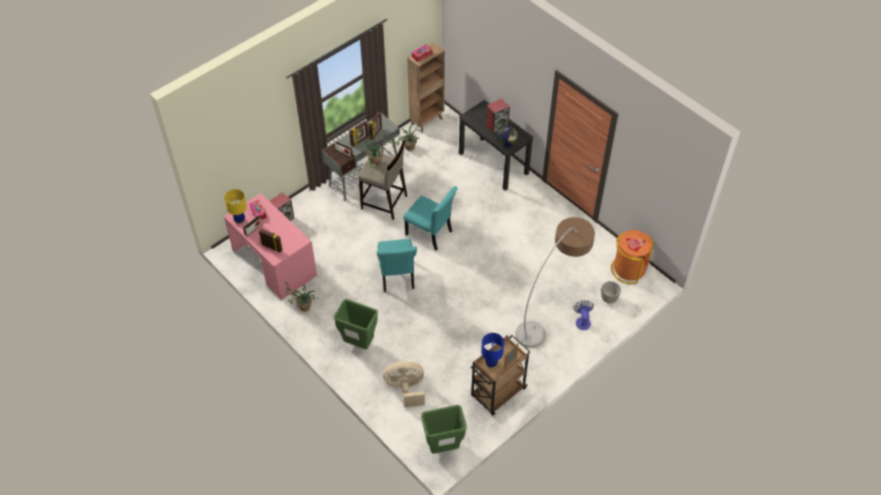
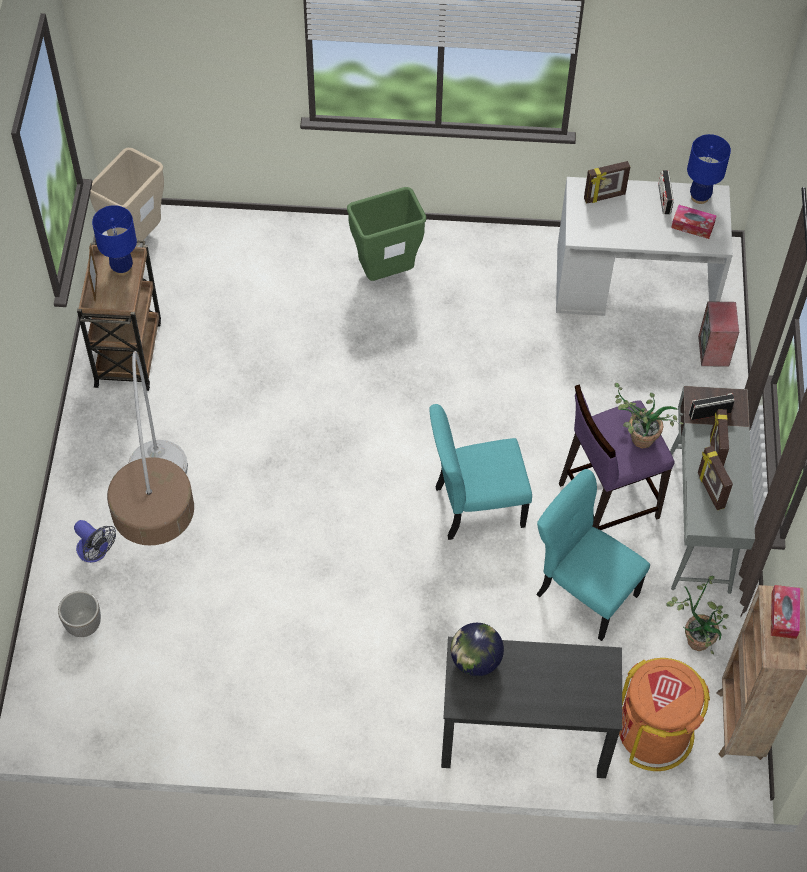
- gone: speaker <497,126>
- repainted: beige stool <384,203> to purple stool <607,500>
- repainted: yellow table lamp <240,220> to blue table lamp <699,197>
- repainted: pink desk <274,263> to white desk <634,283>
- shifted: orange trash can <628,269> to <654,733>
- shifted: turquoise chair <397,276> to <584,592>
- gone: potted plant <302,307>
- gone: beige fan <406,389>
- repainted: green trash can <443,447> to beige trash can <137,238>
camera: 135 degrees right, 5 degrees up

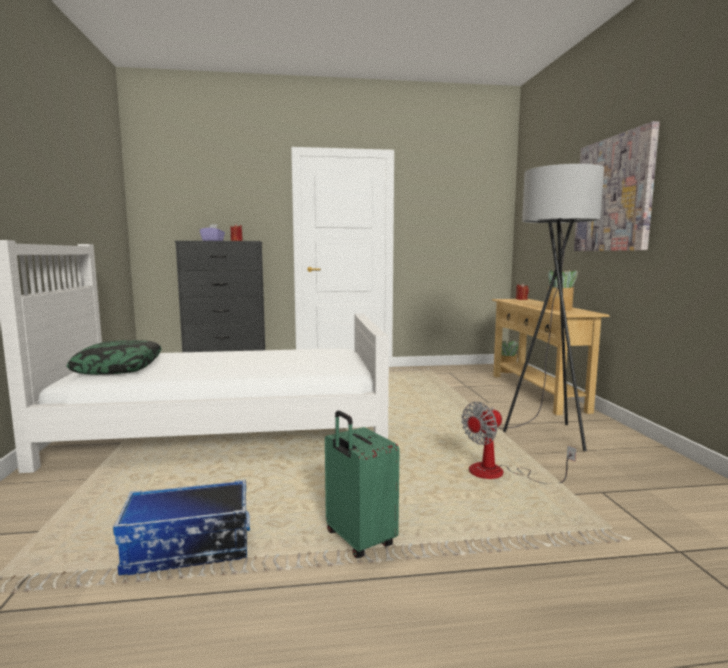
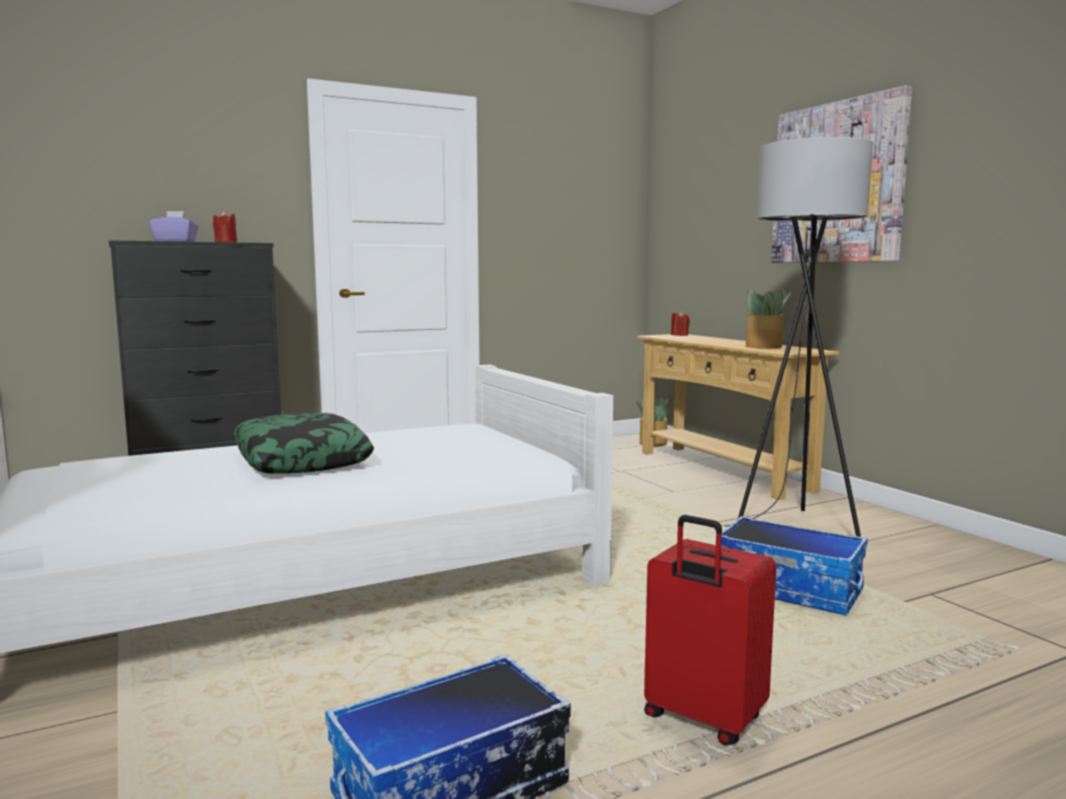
- shifted: pillow <119,367> to <302,460>
- swapped: fan <499,474> to storage box <789,590>
- repainted: green suitcase <358,540> to red suitcase <702,719>
camera: 20 degrees left, 0 degrees up

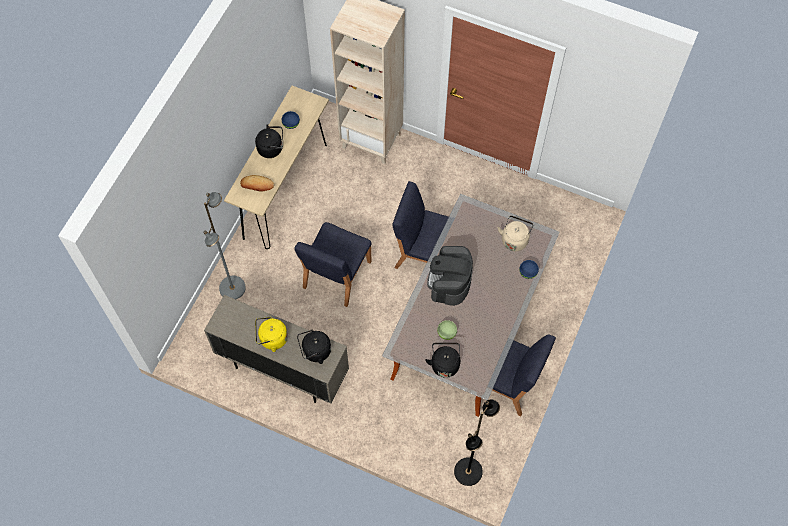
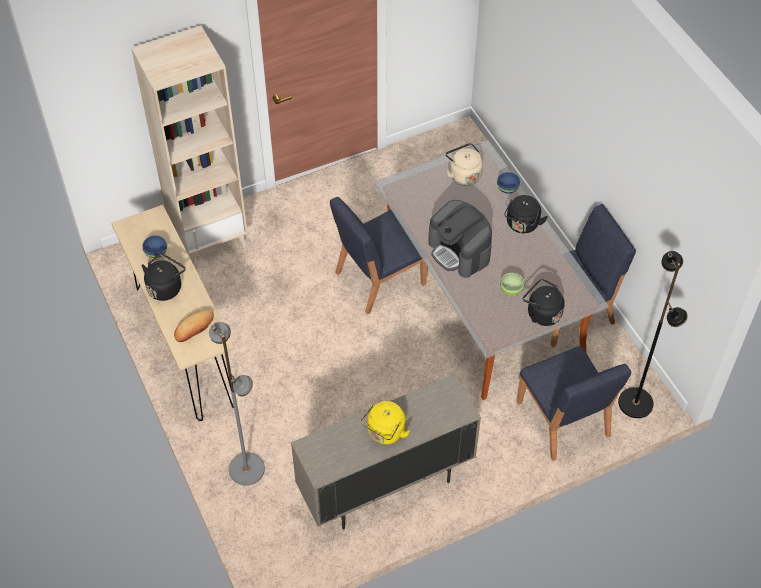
- shifted: blue chair <336,275> to <563,420>
- shifted: black kettle <315,351> to <522,225>
camera: 50 degrees left, 10 degrees down

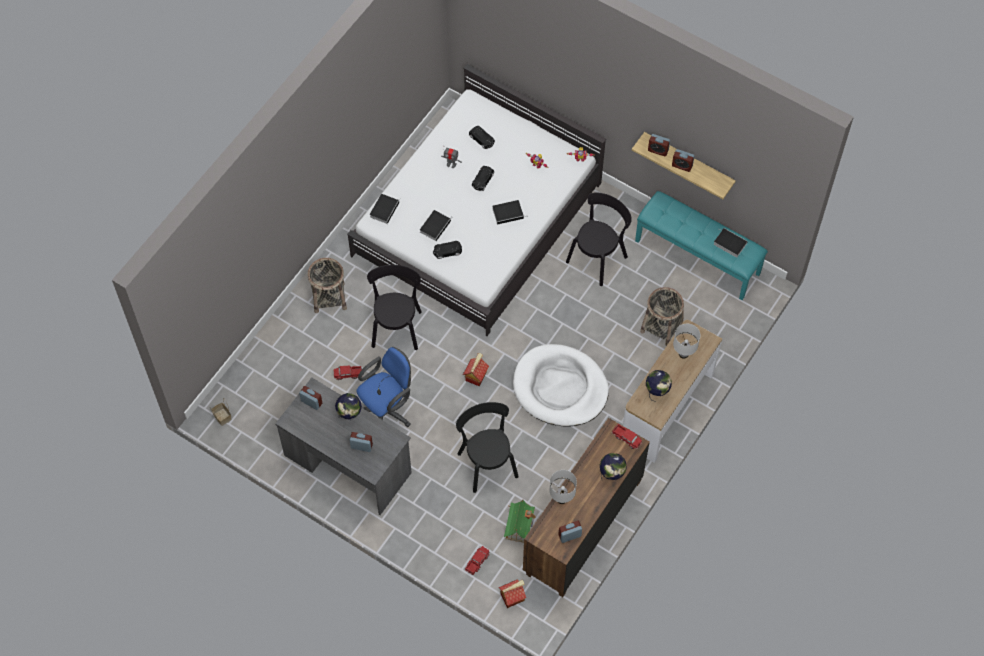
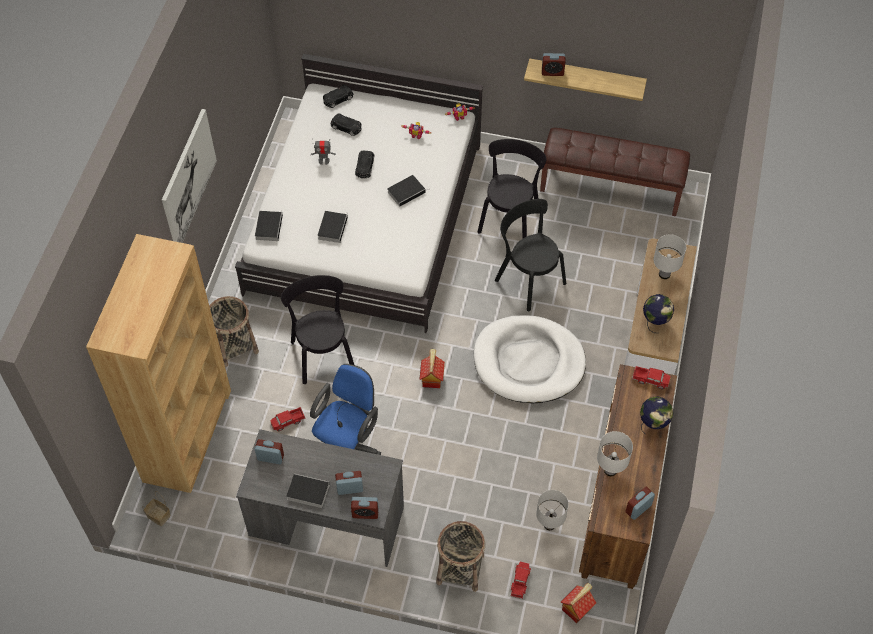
- shifted: alarm clock <682,165> to <365,513>
- repainted: turquoise bench <698,256> to brown bench <611,187>
- shifted: book <729,243> to <306,492>
- shifted: black toy car <447,251> to <337,99>
- shifted: basket <661,327> to <460,568>
- gone: globe <349,414>
- shifted: black chair <487,462> to <528,279>
- swapped: toy house <519,525> to white table lamp <549,525>
- new: picture <188,179>
- new: brown bookcase <187,435>
camera: 20 degrees left, 5 degrees down

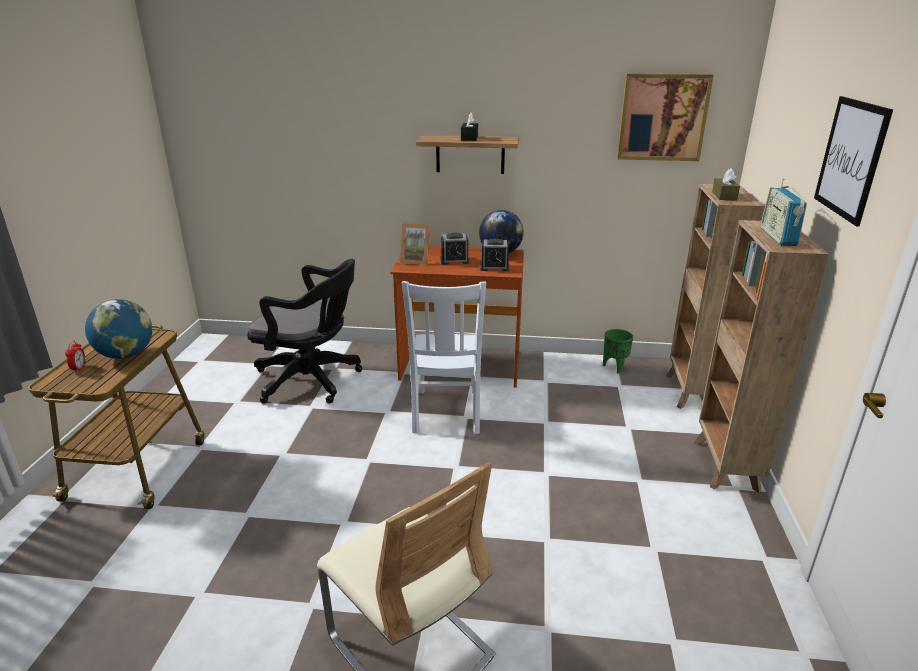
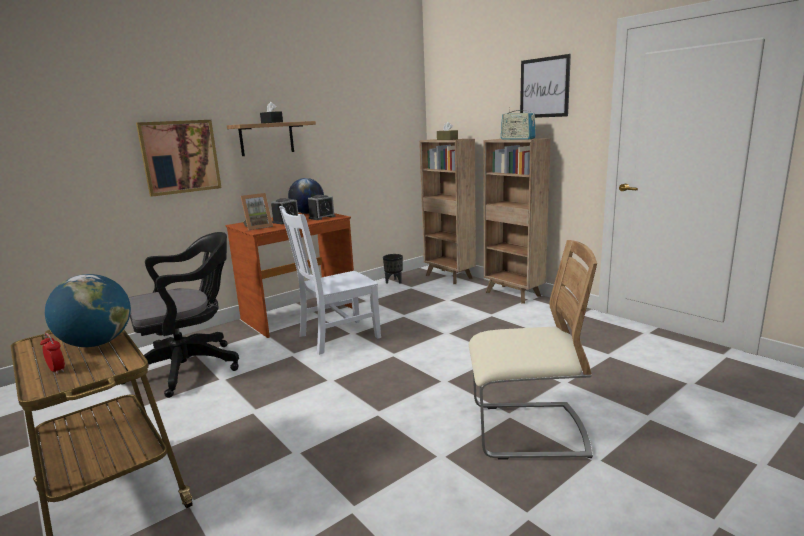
- shifted: picture <662,117> to <180,157>
- rotated: white chair <446,413> = <336,337> 105 degrees clockwise
- repainted: green planter <615,367> to black planter <394,281>
camera: 45 degrees left, 10 degrees down

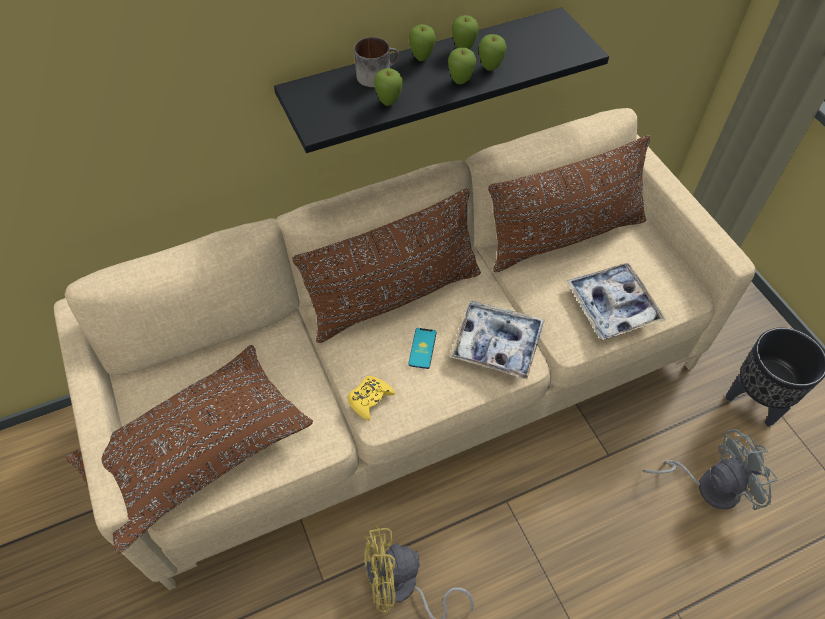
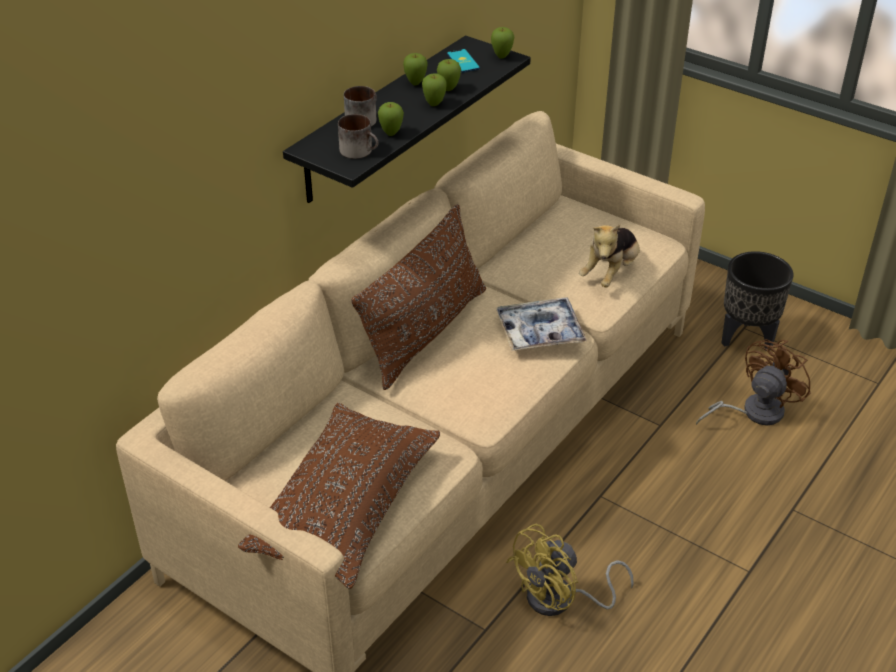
- shifted: apple <421,58> to <502,56>
- gone: brown pillow <564,237>
- swapped: tray <612,306> to plush toy <610,272>
- shifted: phone <422,348> to <463,61>
- gone: yellow game controller <370,399>
- repainted: grey fan <708,485> to brown fan <753,412>
- new: mug <360,151>
camera: 30 degrees left, 15 degrees down

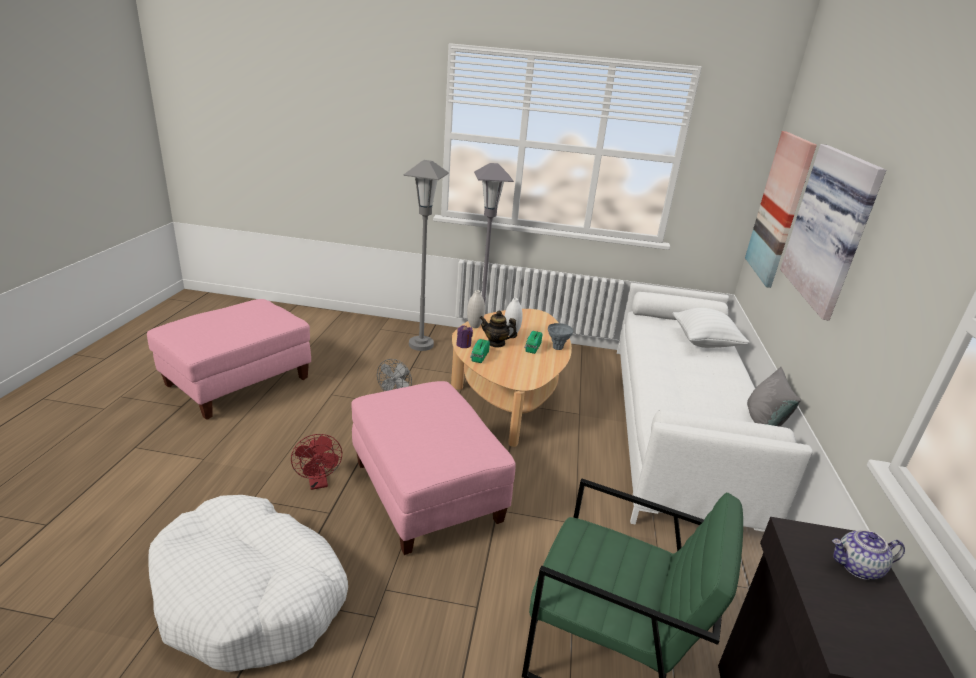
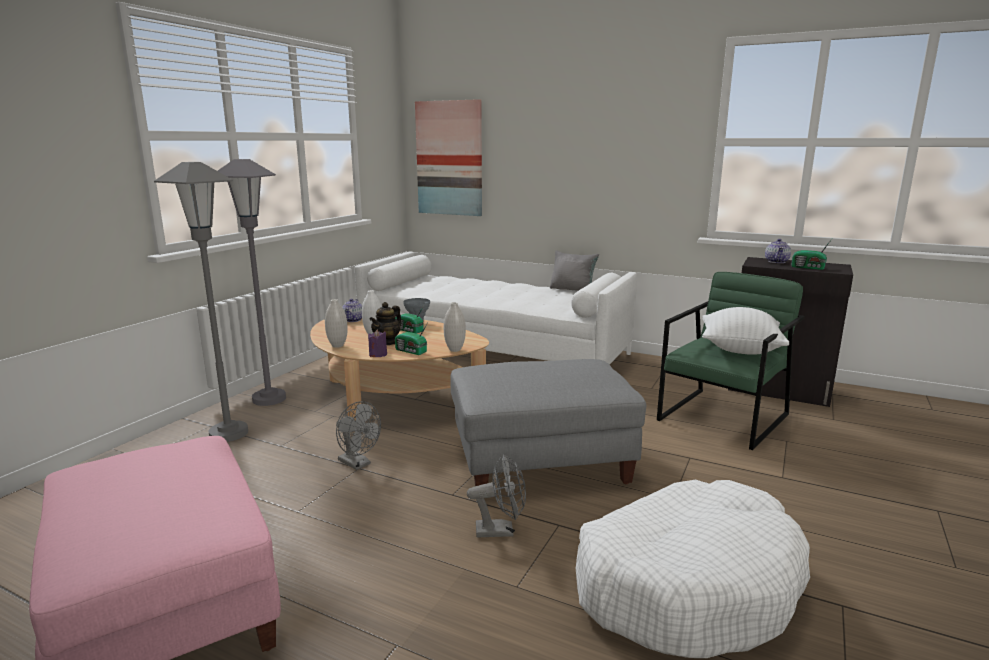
- gone: picture <833,228>
- shifted: white pillow <705,342> to <740,349>
- repainted: pink ottoman <427,492> to grey ottoman <540,463>
- repainted: red fan <318,483> to grey fan <501,530>
- new: radio <808,268>
- new: teapot <353,320>
- new: white vase <455,350>
camera: 70 degrees left, 10 degrees down

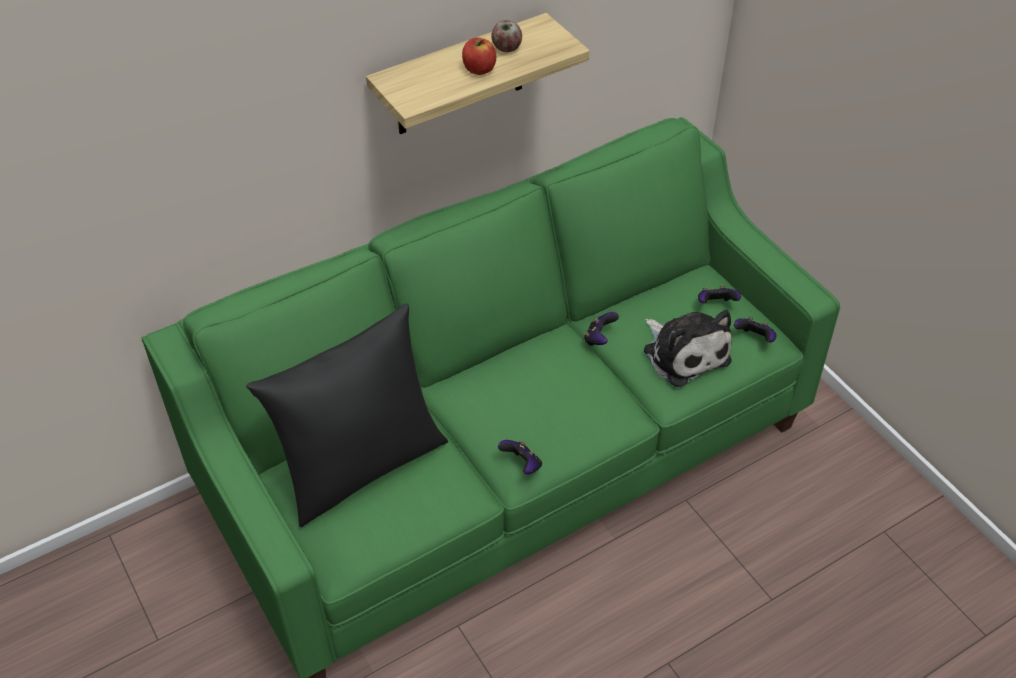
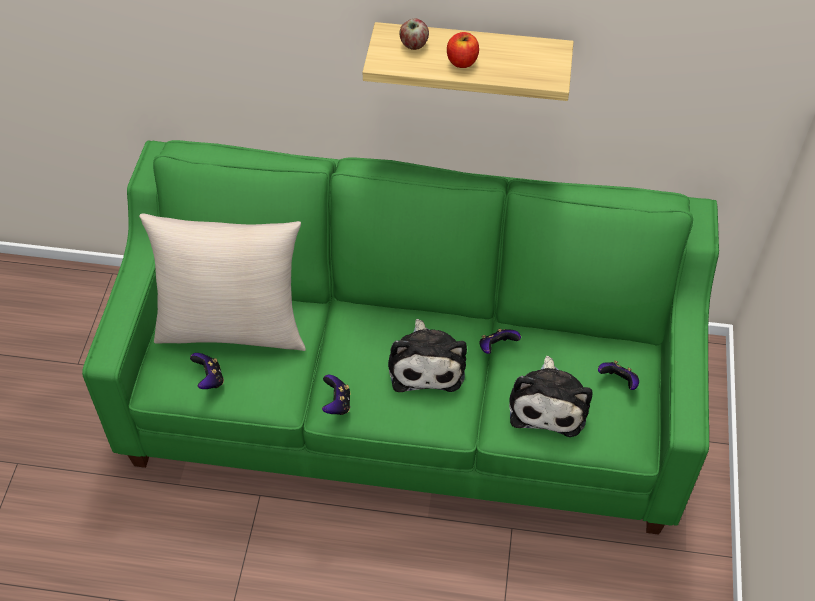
- shifted: apple <506,48> to <413,45>
- repainted: black pillow <361,465> to beige pillow <233,327>
- shifted: game controller <754,338> to <209,379>
- new: plush toy <426,363>
camera: 40 degrees right, 5 degrees up

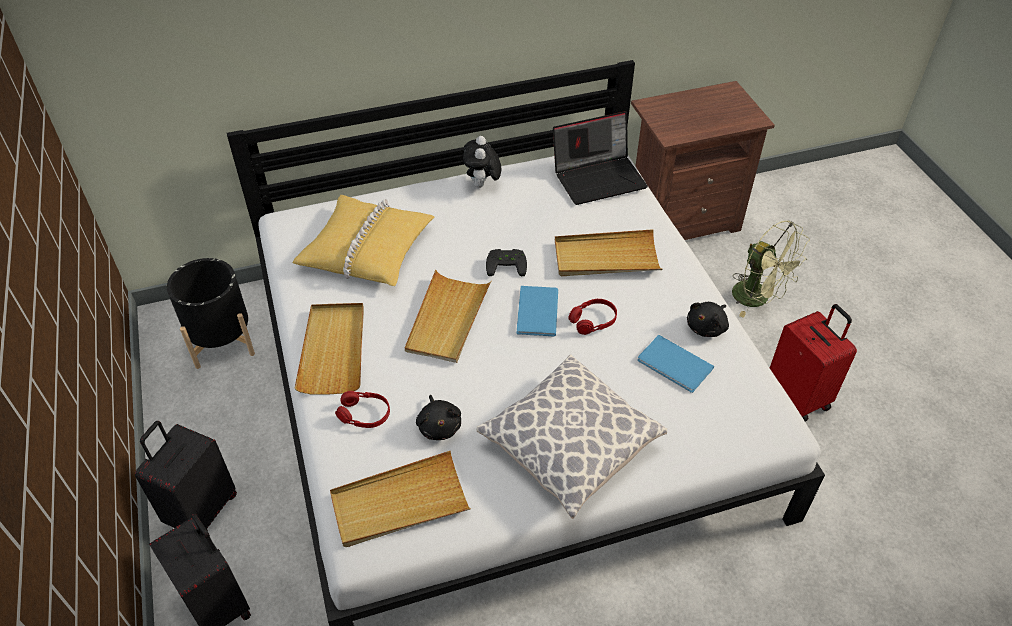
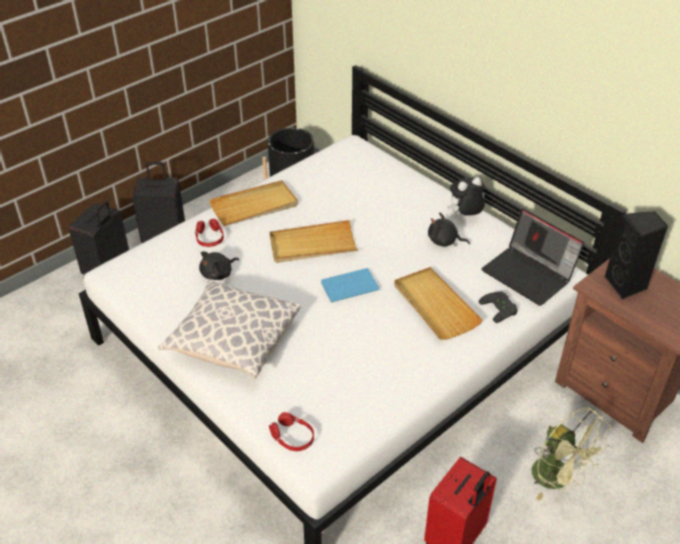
- gone: yellow pillow <367,249>
- rotated: green fan <758,298> = <558,479> 60 degrees counterclockwise
- shifted: black game controller <506,263> to <500,308>
- shifted: red headphones <593,321> to <292,437>
- shifted: black plush toy <707,327> to <444,241>
- gone: blue book <675,366>
- gone: beige tray <399,503>
- new: black speaker <626,285>
camera: 65 degrees right, 5 degrees down

